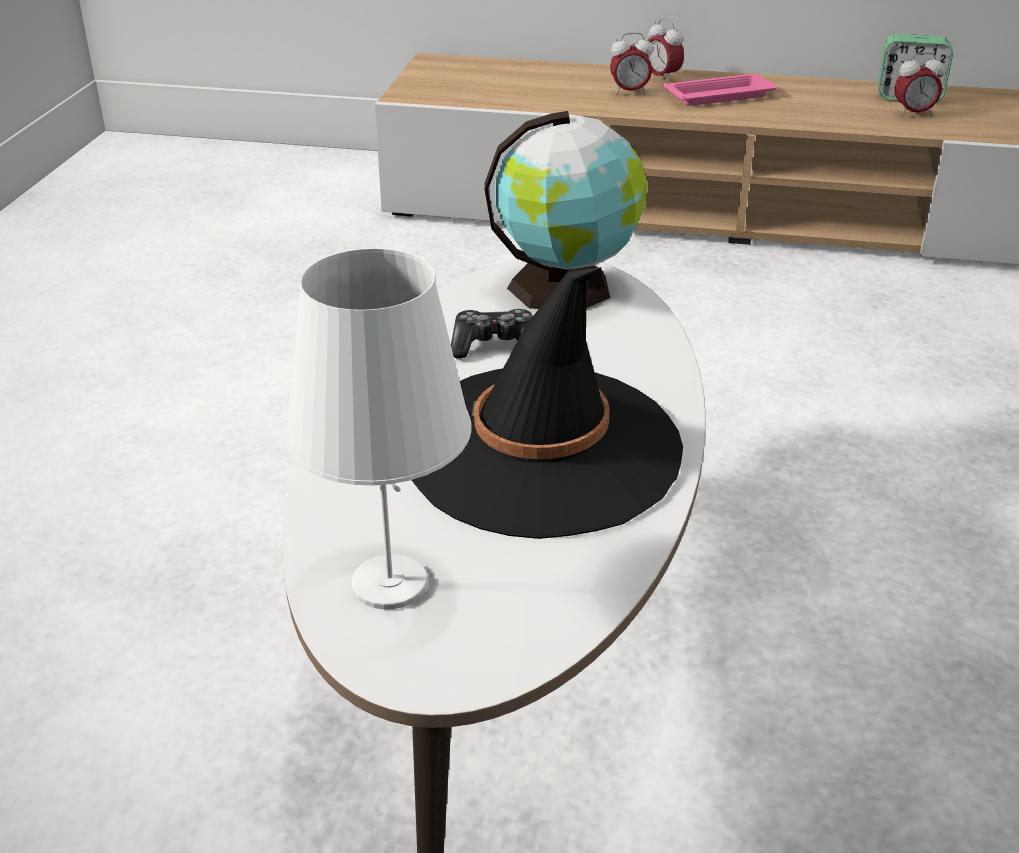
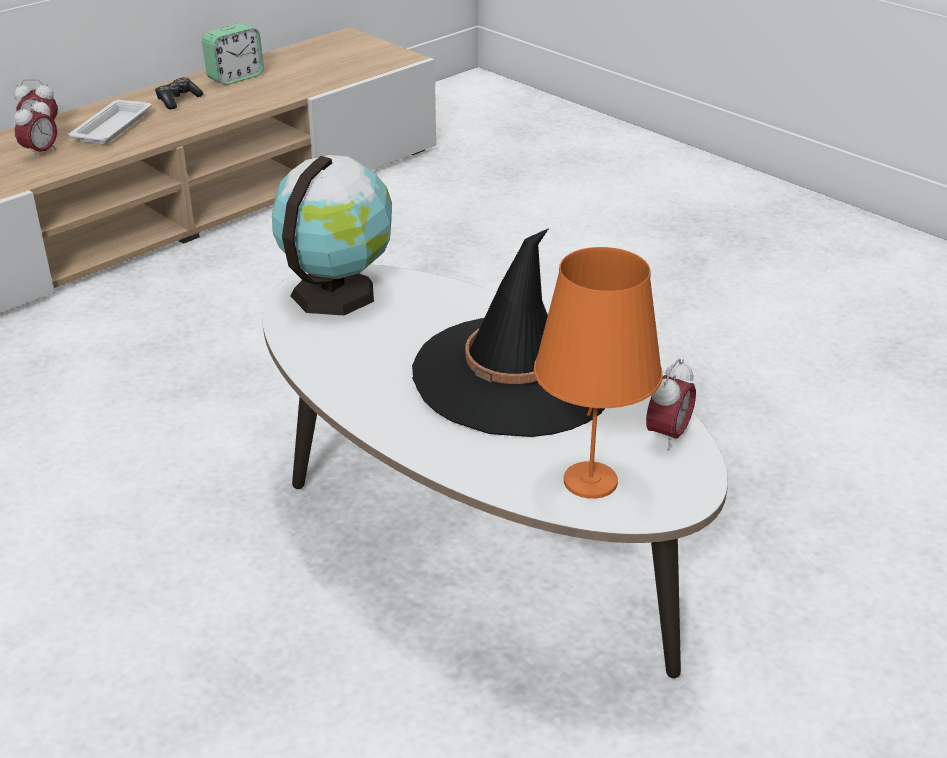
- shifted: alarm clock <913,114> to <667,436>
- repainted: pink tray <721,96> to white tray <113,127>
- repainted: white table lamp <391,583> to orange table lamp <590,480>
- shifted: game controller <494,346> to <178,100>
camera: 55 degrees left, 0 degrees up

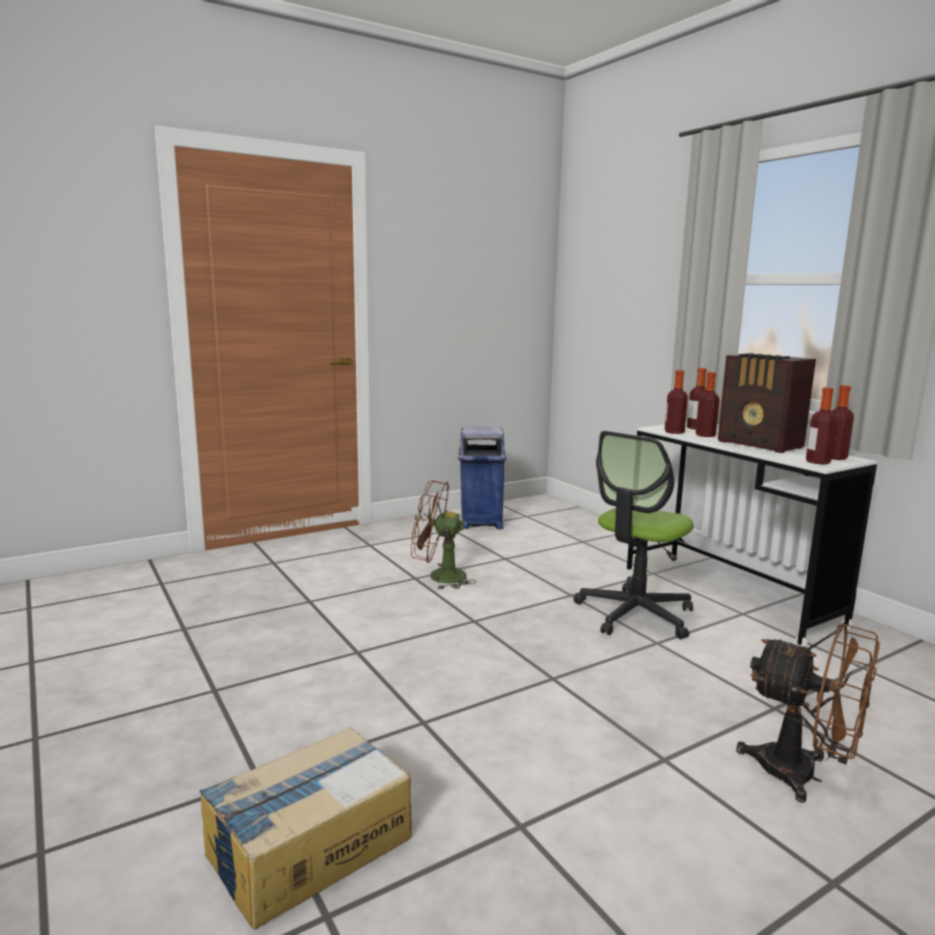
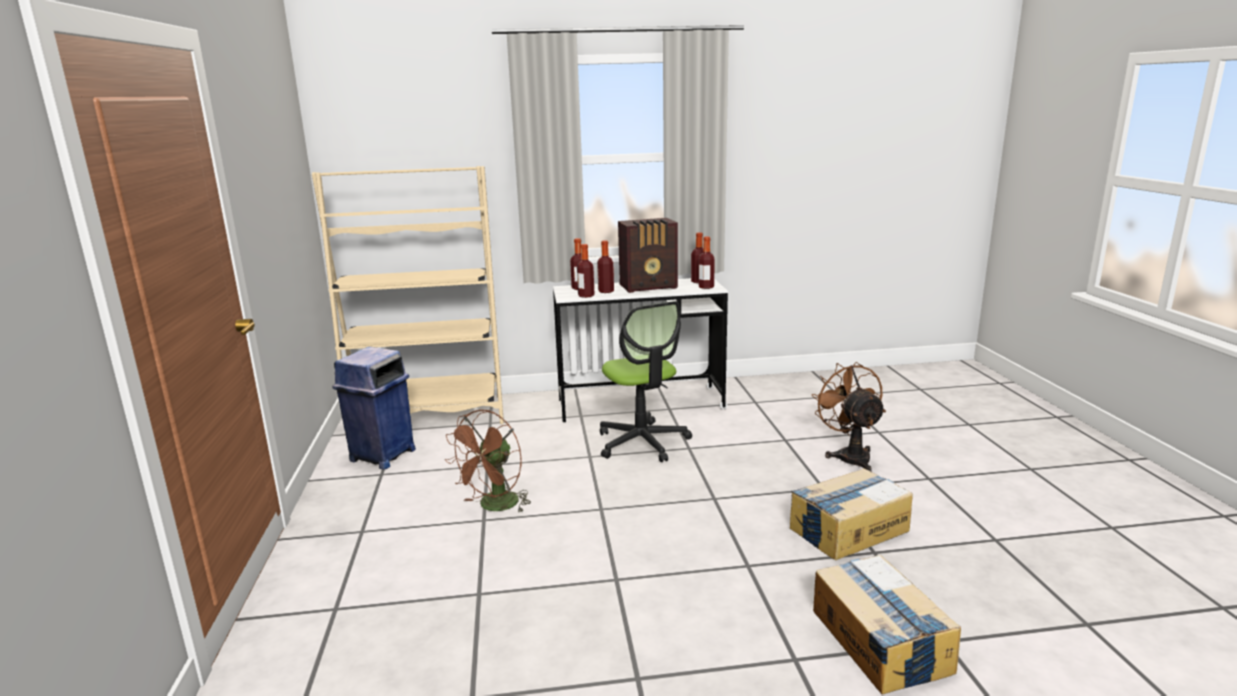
- rotated: brown fan <803,775> = <849,455> 75 degrees counterclockwise
- new: beige bookcase <428,415>
- new: cardboard box <847,529>
camera: 65 degrees left, 5 degrees up

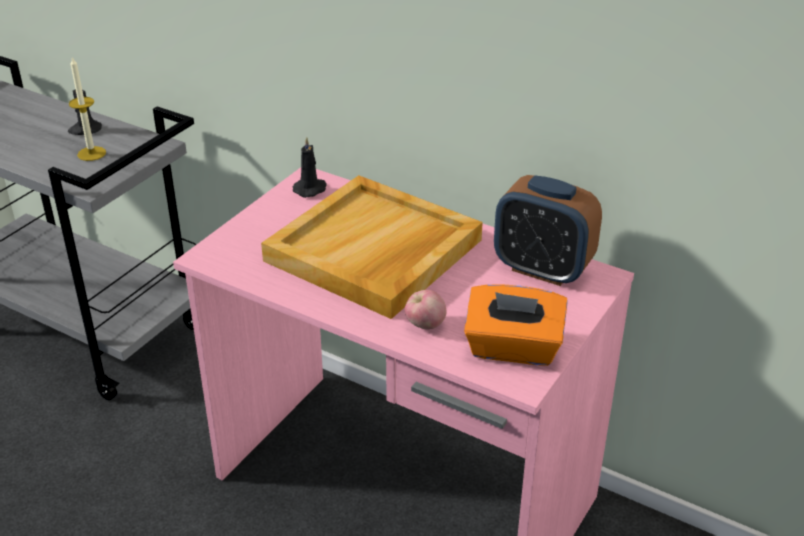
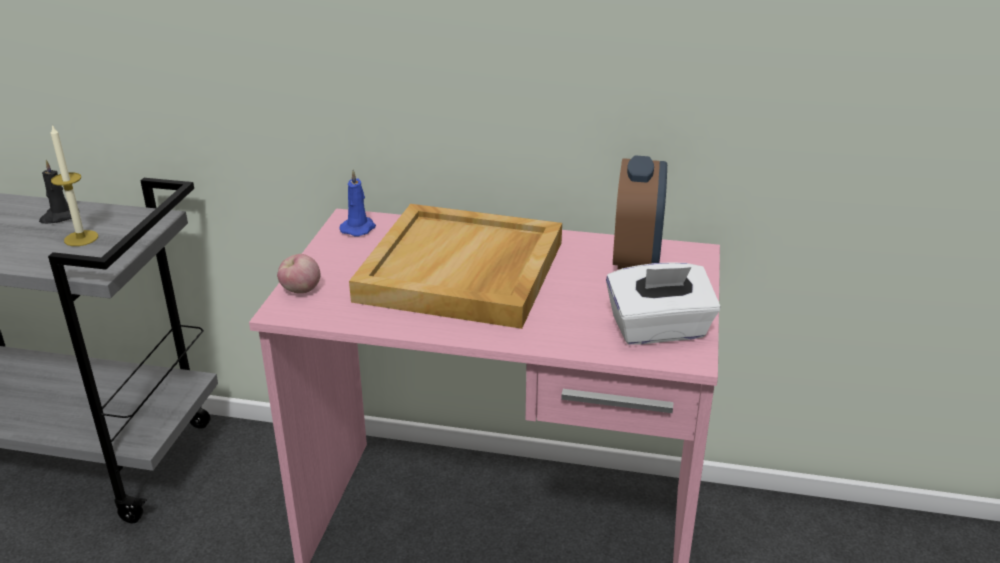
- repainted: black candle <311,189> to blue candle <359,228>
- rotated: alarm clock <542,269> = <636,257> 90 degrees counterclockwise
- repainted: orange tissue box <513,349> to white tissue box <659,330>
- shifted: apple <425,325> to <300,291>
camera: 20 degrees left, 5 degrees down

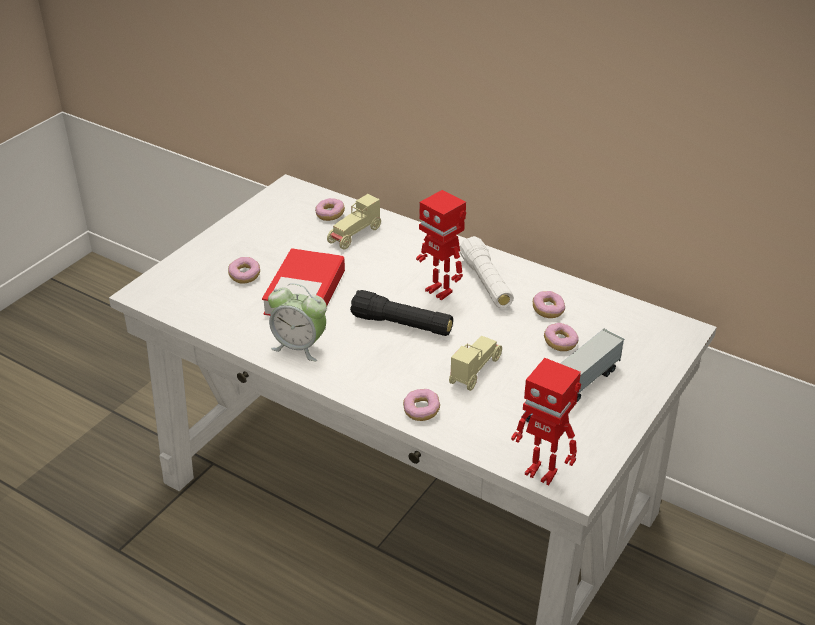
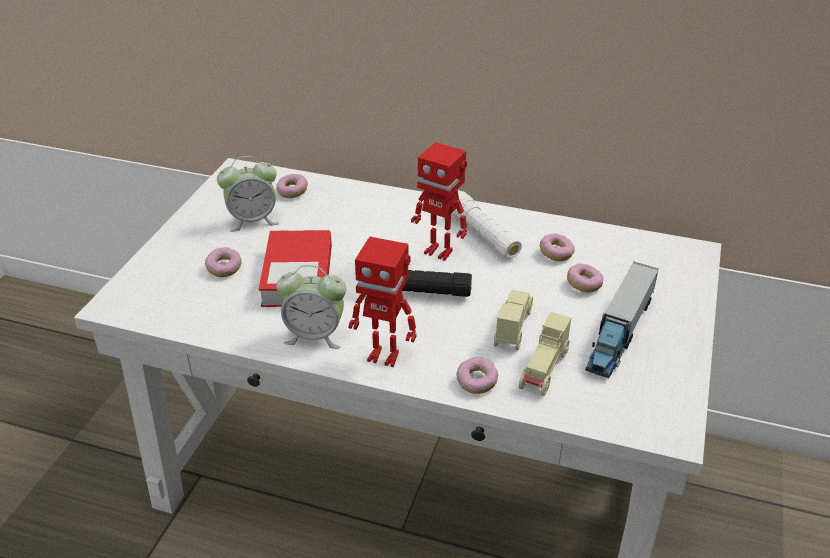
- shifted: beige toy car <355,236> to <544,371>
- shifted: toy robot <542,472> to <384,356>
- new: alarm clock <253,220>
camera: 15 degrees left, 0 degrees up

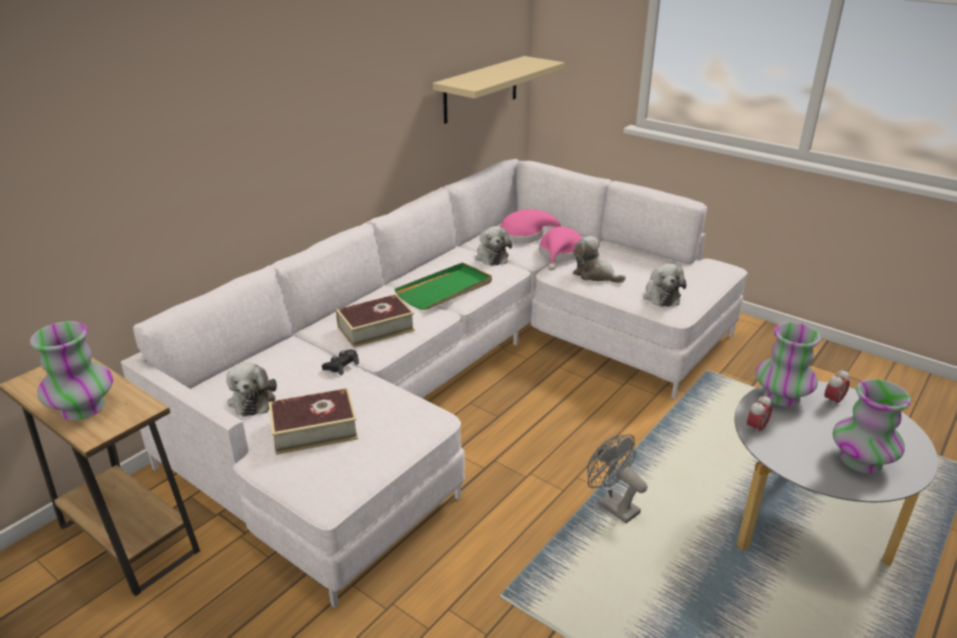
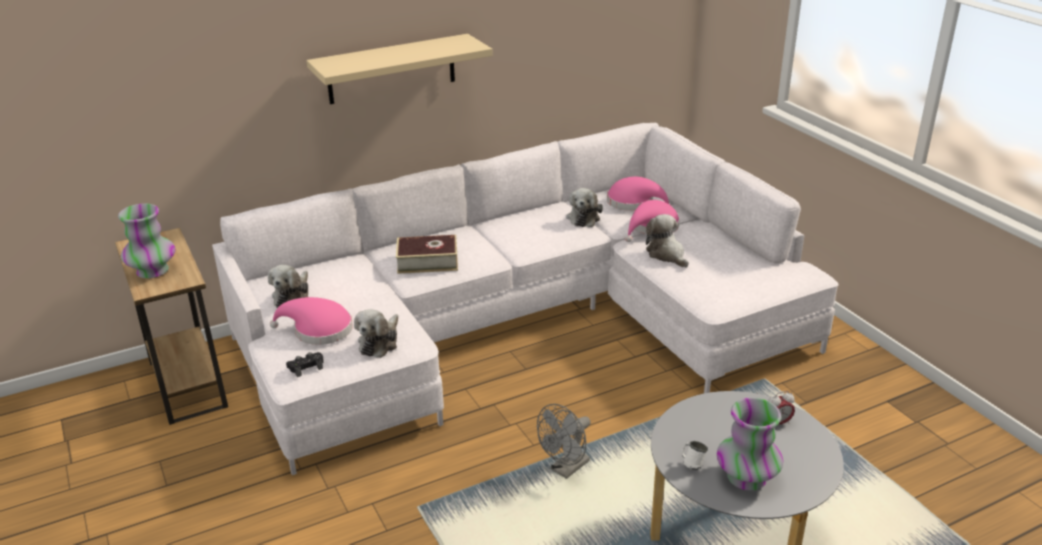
- shifted: beige shelf <481,89> to <391,69>
- gone: green tray <445,289>
- shifted: plush toy <661,296> to <379,342>
- gone: vase <781,397>
- shifted: black game controller <341,366> to <306,367>
- swapped: book <314,429> to pink hat <318,330>
- gone: alarm clock <756,429>
- rotated: grey fan <612,505> = <566,469> 120 degrees counterclockwise
- new: white mug <691,464>
camera: 25 degrees right, 0 degrees up

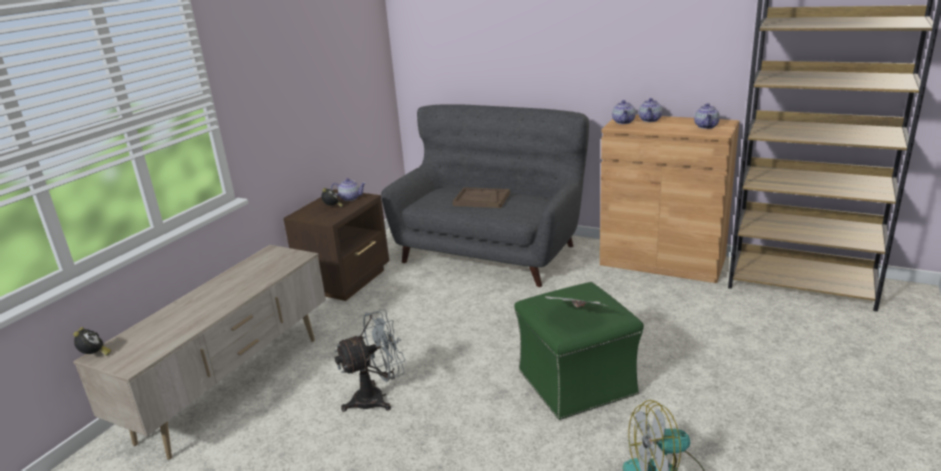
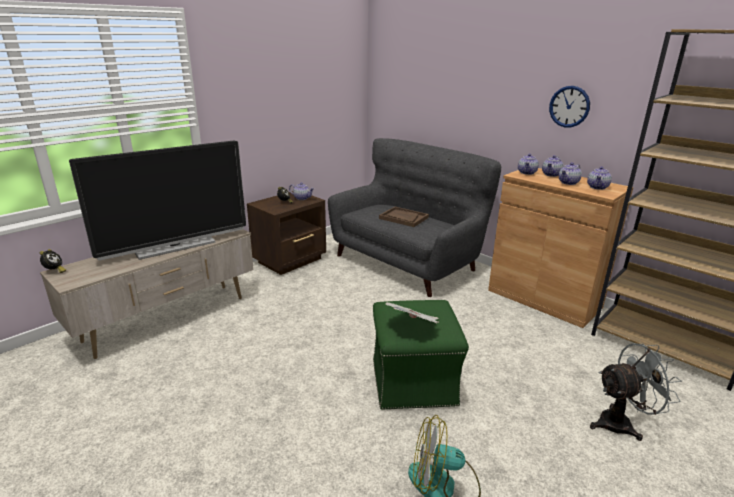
- shifted: grey fan <377,398> to <622,423>
- new: wall clock <569,106>
- new: television <175,246>
- new: teapot <568,183>
camera: 15 degrees right, 0 degrees up

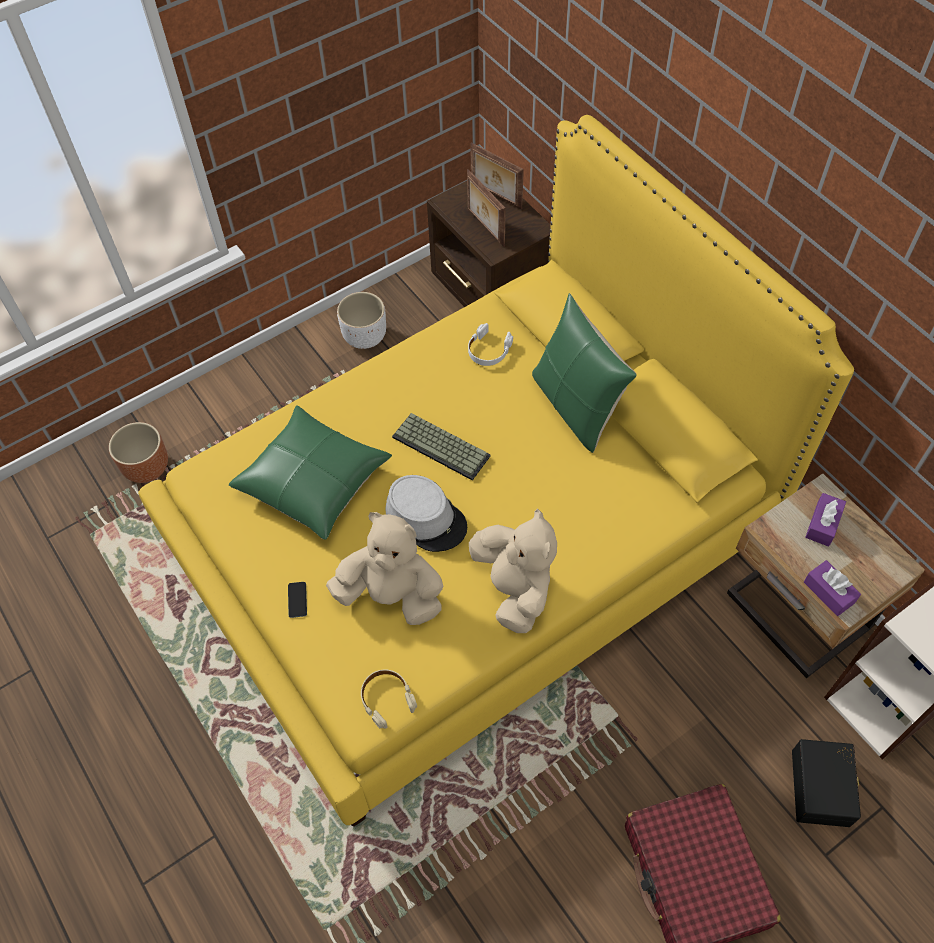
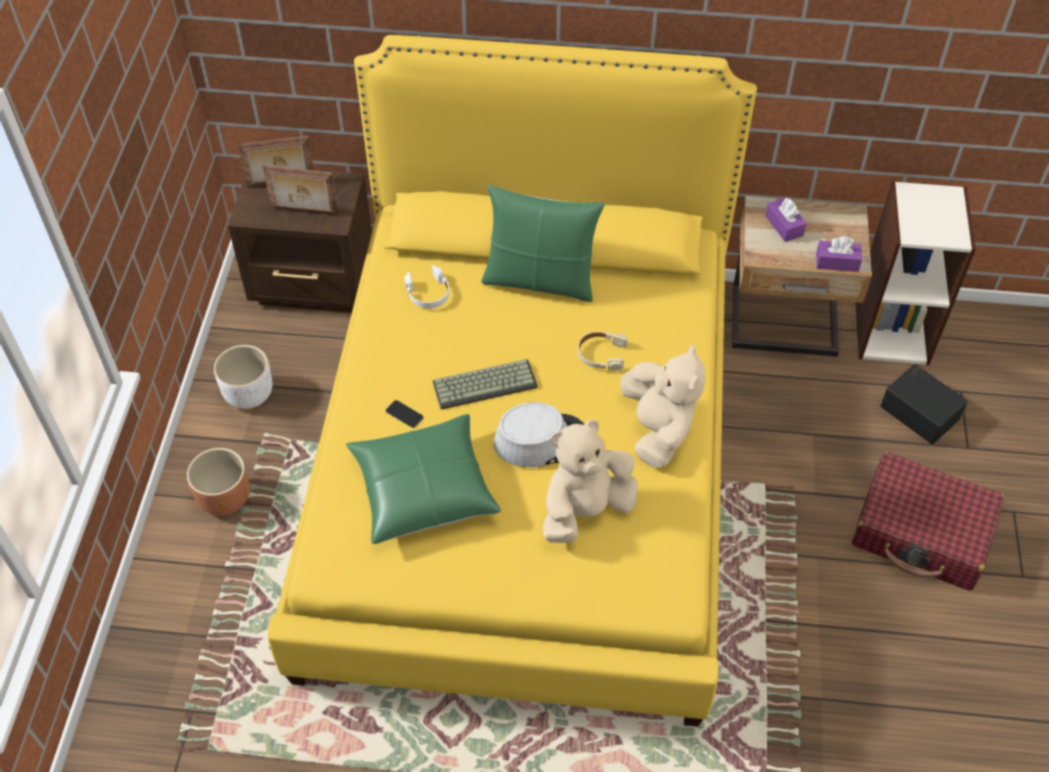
- shifted: brown planter <147,467> to <225,498>
- rotated: beige plush toy <514,588> = <658,430> 60 degrees clockwise
- shifted: phone <297,600> to <404,414>
- shifted: beige headphones <387,699> to <601,354>
camera: 50 degrees left, 5 degrees down

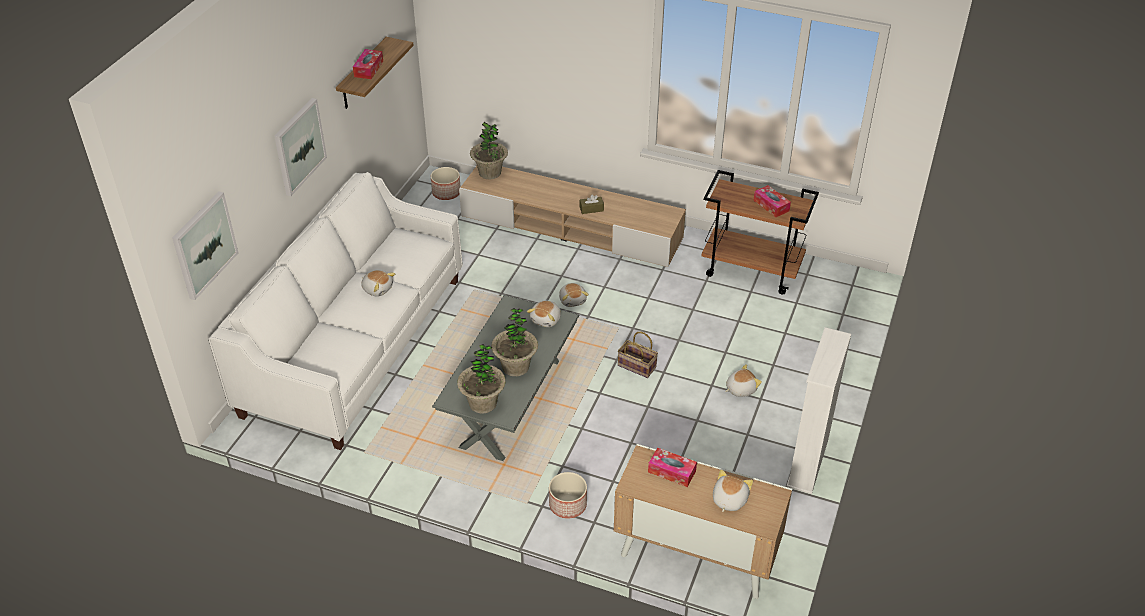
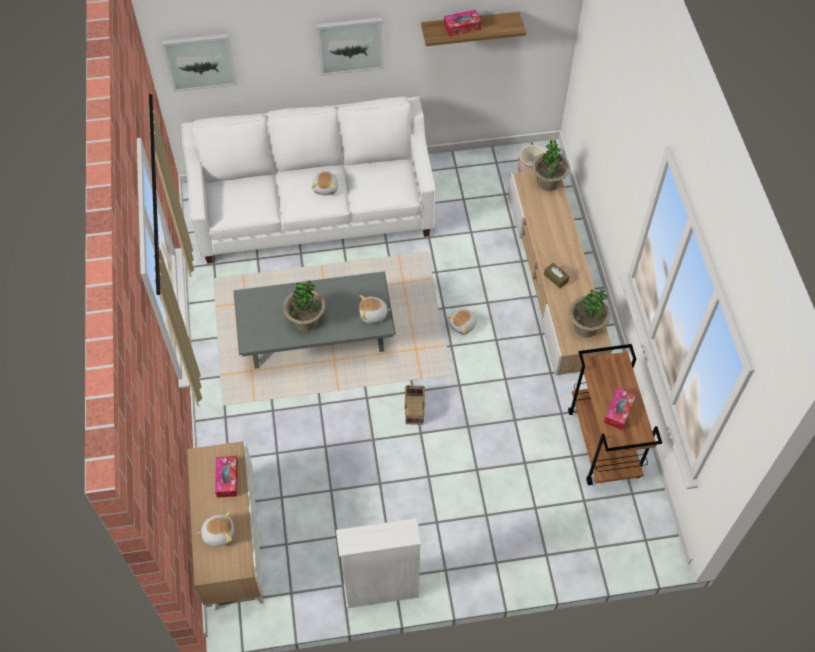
- shifted: potted plant <483,403> to <585,327>
- gone: plush toy <740,389>
- gone: planter <568,505>
camera: 60 degrees right, 15 degrees up

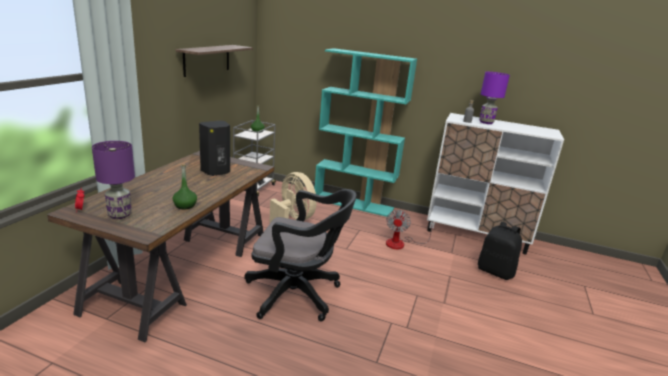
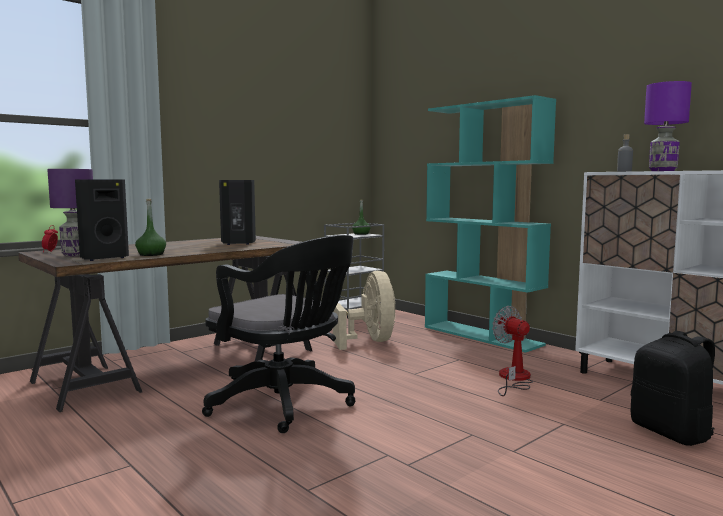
- gone: shelf <207,60>
- rotated: fan <401,243> = <513,379> 105 degrees clockwise
- new: black speaker <103,258>
camera: 30 degrees right, 15 degrees down

